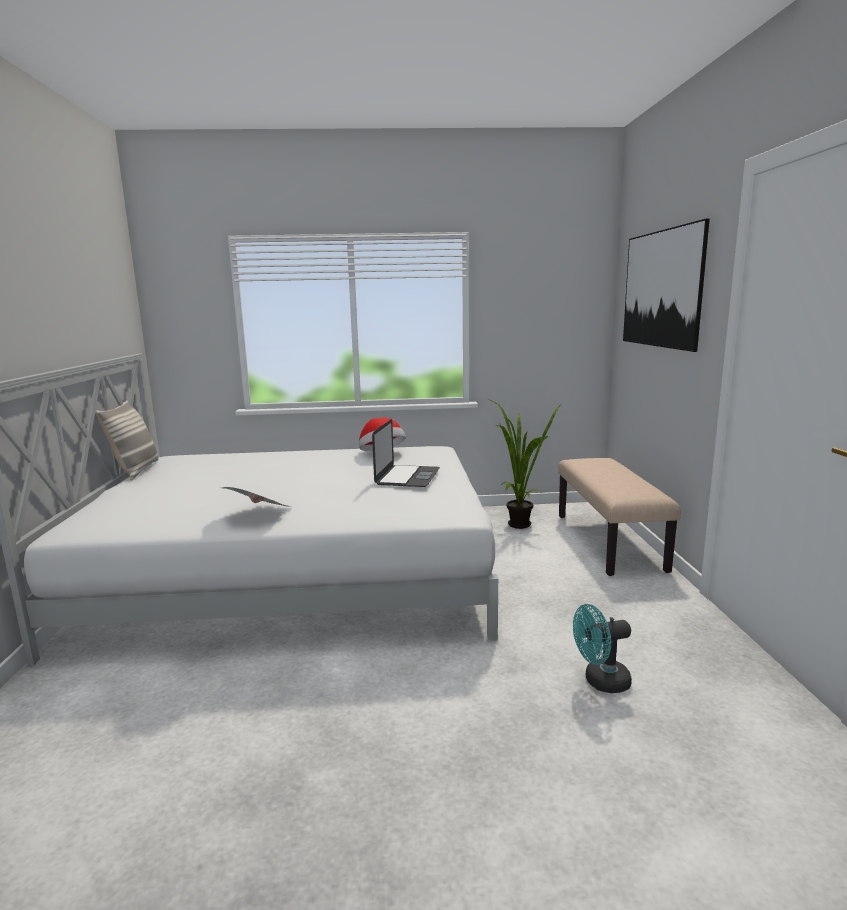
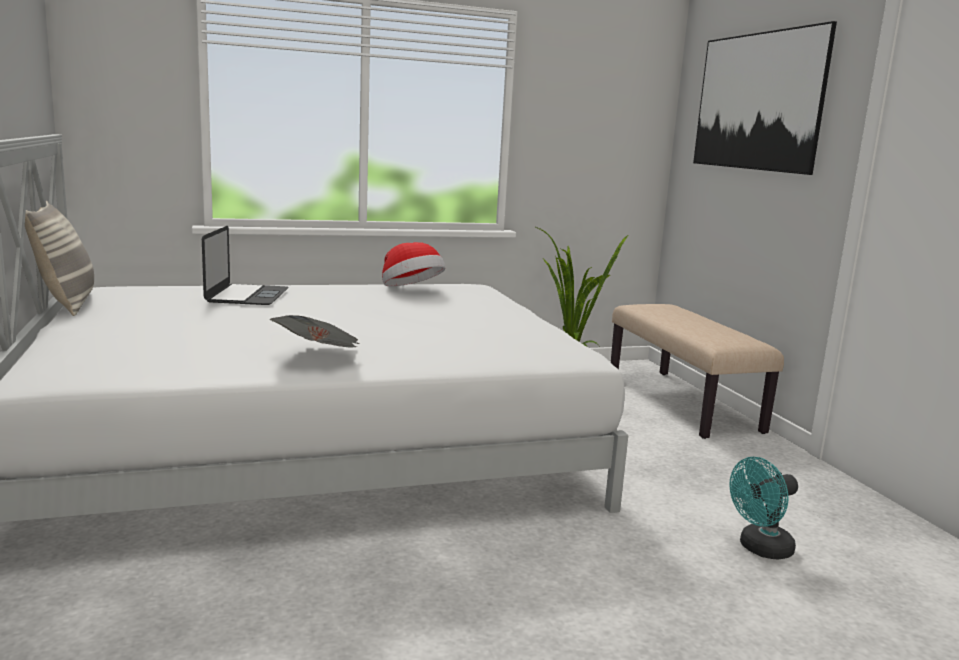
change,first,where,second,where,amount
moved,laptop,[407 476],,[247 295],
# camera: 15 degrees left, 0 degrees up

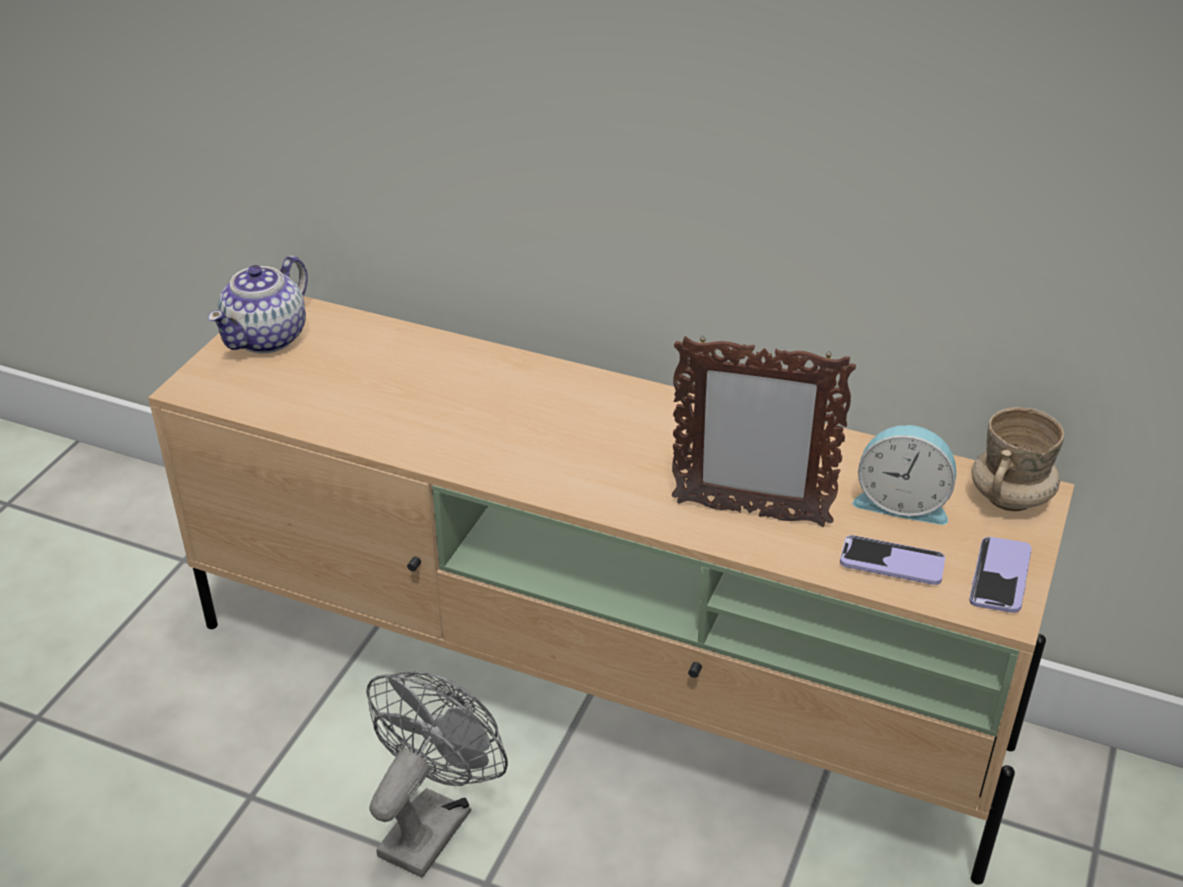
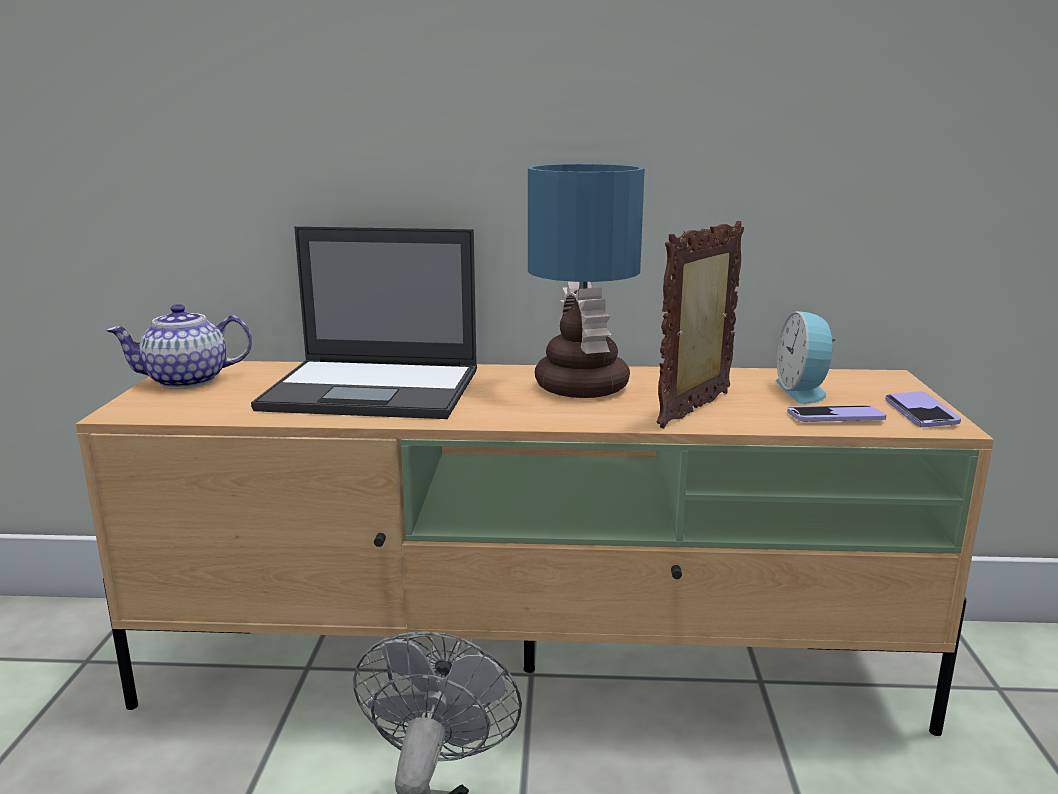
change,first,where,second,where,amount
turned,imbryk,[268 337],,[188 381],60 degrees clockwise
turned,ramka na zdjęcie,[749 513],,[696 410],135 degrees clockwise
turned,budzik,[902 502],,[803 391],90 degrees clockwise
removed,kubek (beżowy),[1010 498],,,
added,,,laptop,[375 390],
added,,,lampa stołowa,[578 385],
# camera: 20 degrees left, 20 degrees down

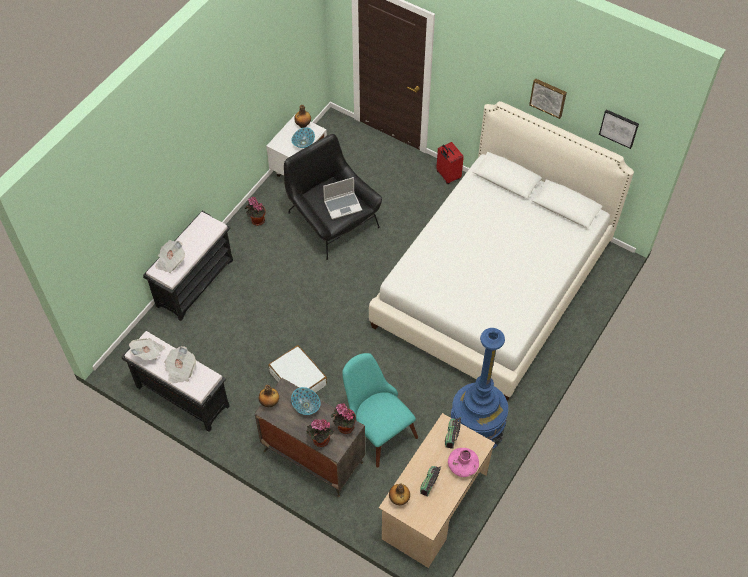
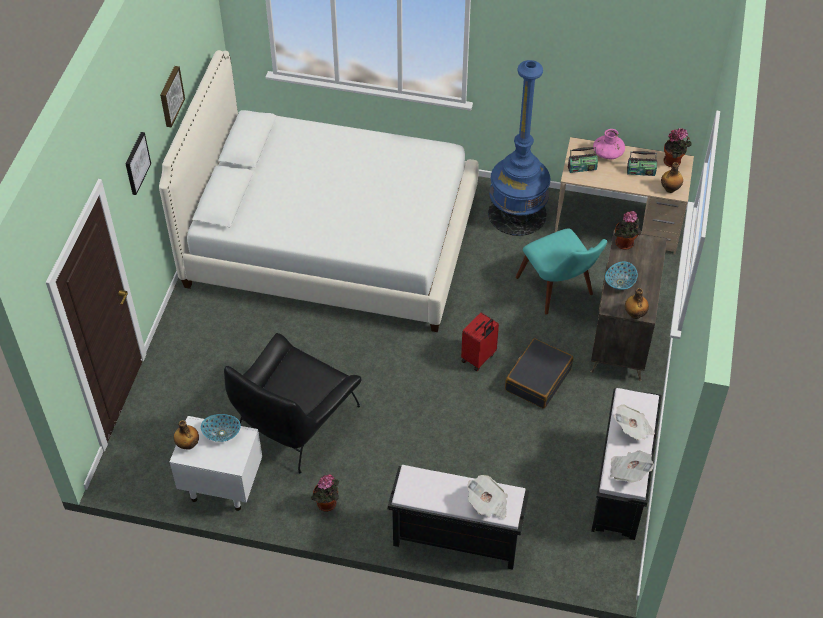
change,first,where,second,where,amount
recoloured,walizka (biały),[298 378],walizka (czarny),[537 379],
moved,roślina doniczkowa,[320 441],,[673 162],
removed,laptop,[343 205],,,
turned,krzesło (turkusowy),[376 428],,[560 292],60 degrees counterclockwise
moved,walizka (czerwony),[447 176],,[479 358],
moved,obraz,[619 128],,[136 163],
# camera: 110 degrees left, 5 degrees down

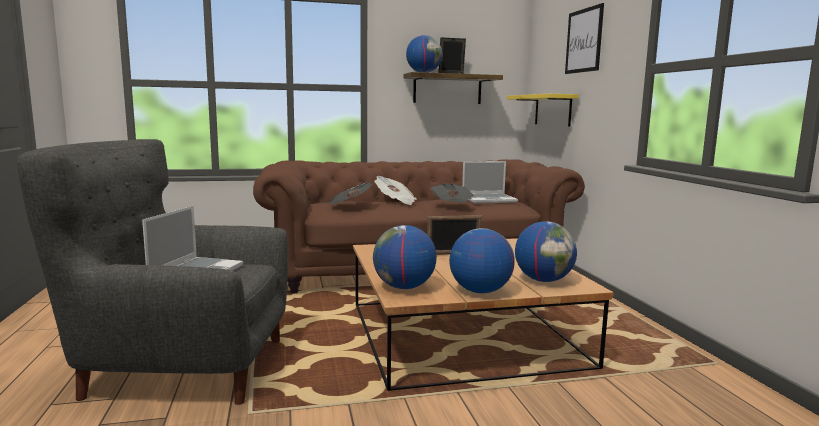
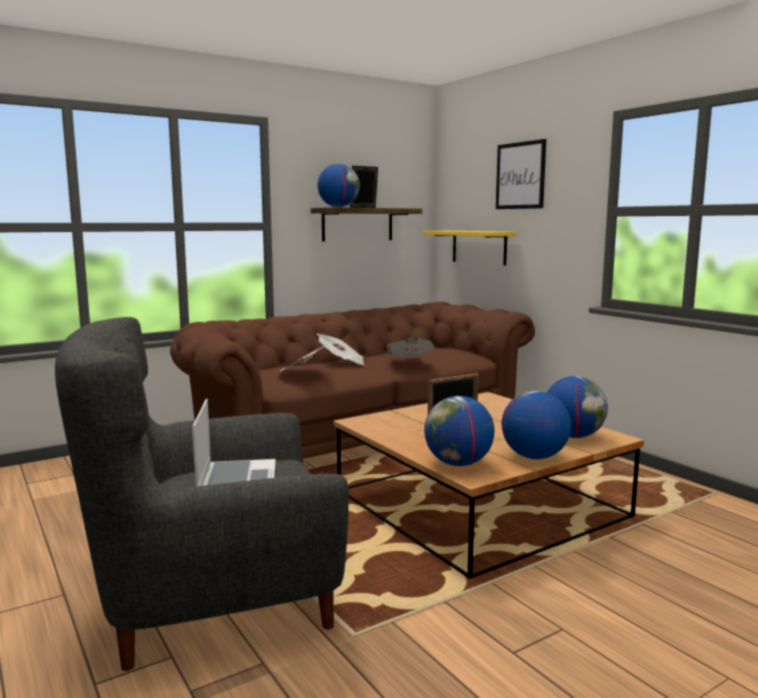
change,first,where,second,where,amount
removed,laptop,[489 199],,,
# camera: 20 degrees left, 0 degrees up

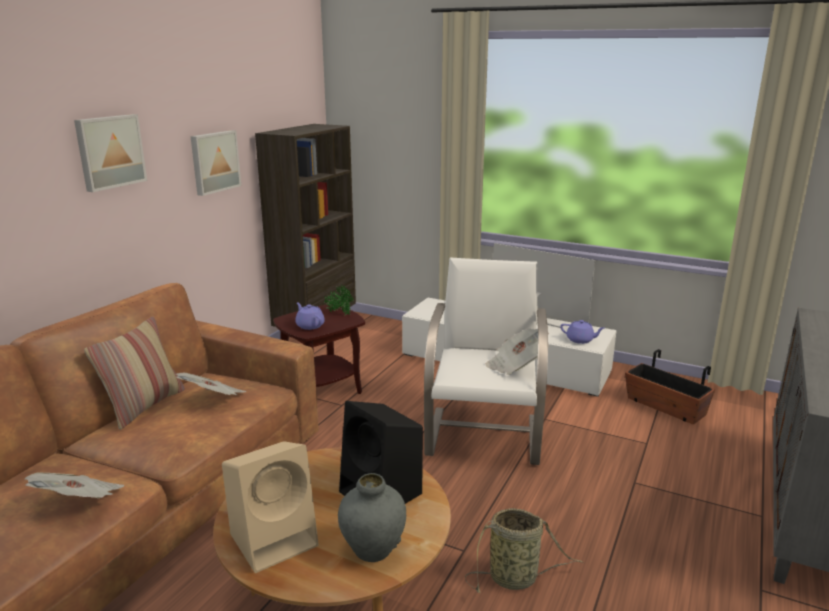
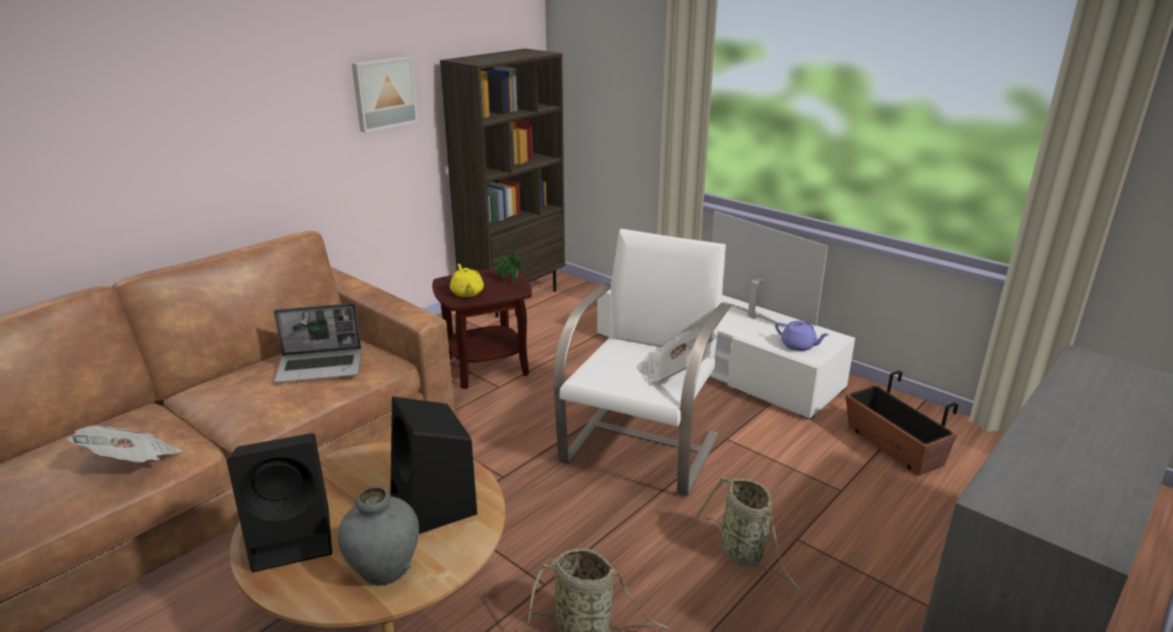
change,first,where,second,where,amount
removed,obraz,[109 151],,,
removed,poduszka,[144 406],,,
replaced,gazeta,[213 399],laptop,[321 367],
recoloured,głośnik (beżowy),[276 538],głośnik (czarny),[295 537],
recoloured,imbryk (fioletowy),[309 325],imbryk (żółty),[467 292],
added,,,koszyk,[744 555],
# camera: 15 degrees right, 5 degrees up

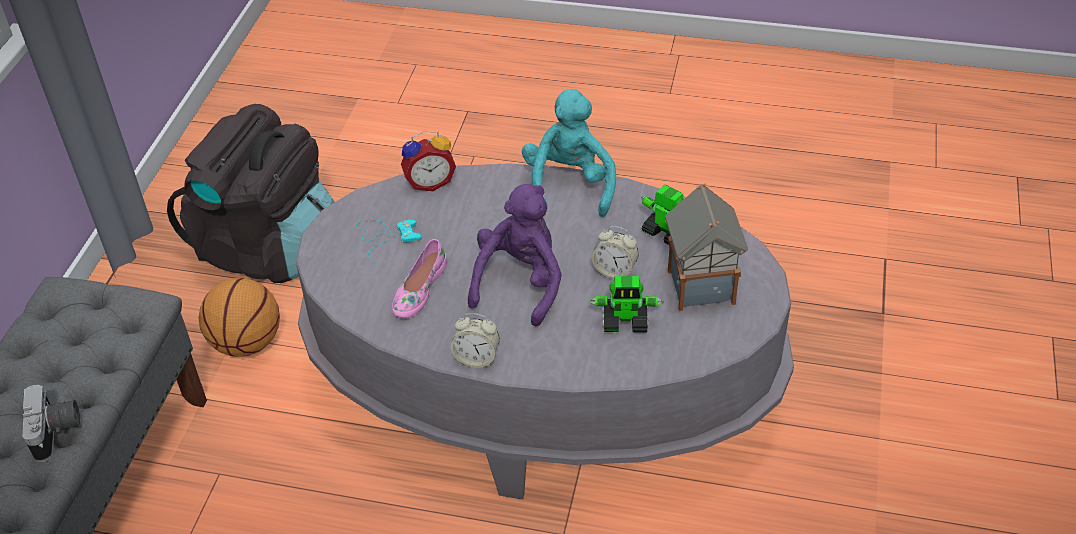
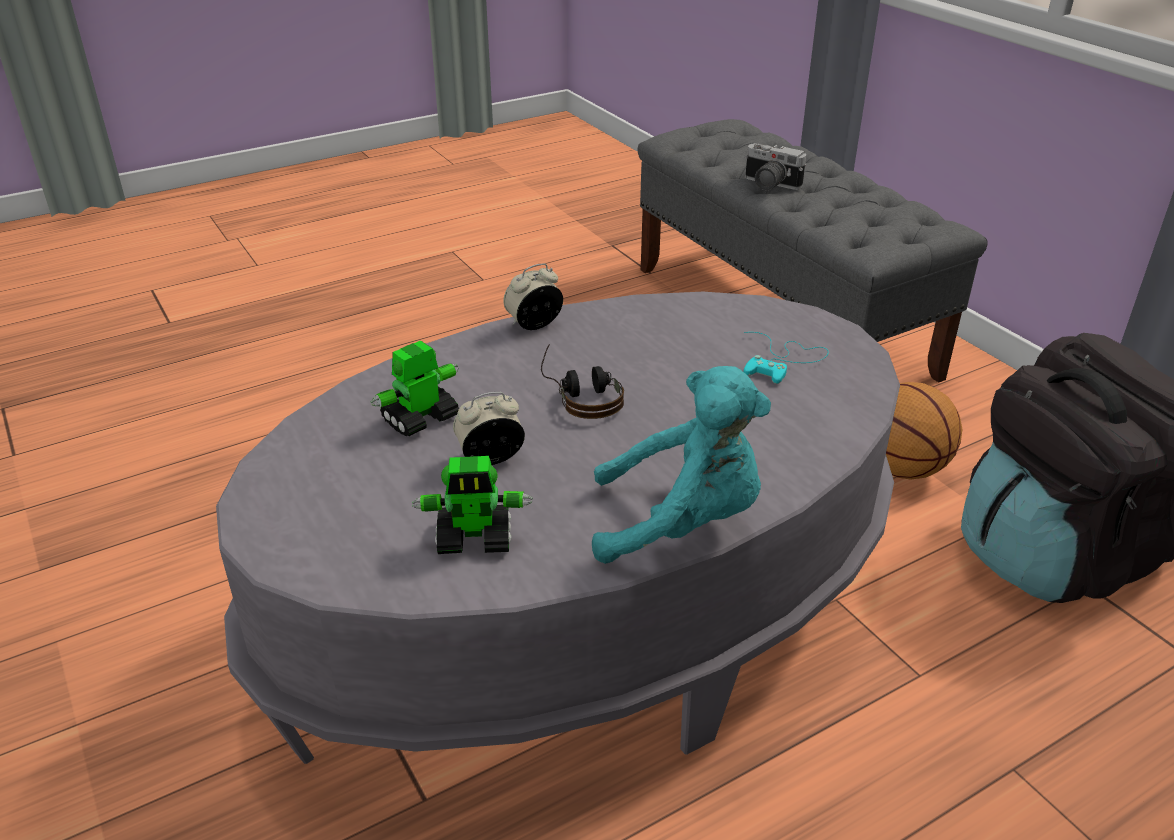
change,first,where,second,where,amount
removed,but (różowy),[418 289],,,
removed,budzik,[429 182],,,
replaced,pluszak (fioletowy),[520 283],słuchawki,[581 394],
turned,pluszak (turkusowy),[569 186],,[682 523],45 degrees counterclockwise
removed,domek,[700 285],,,
# camera: 135 degrees right, 10 degrees down

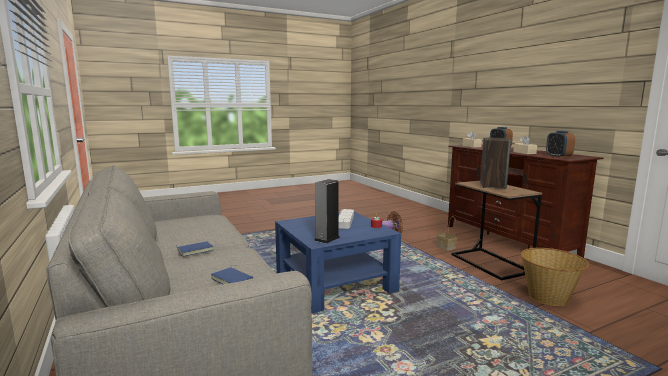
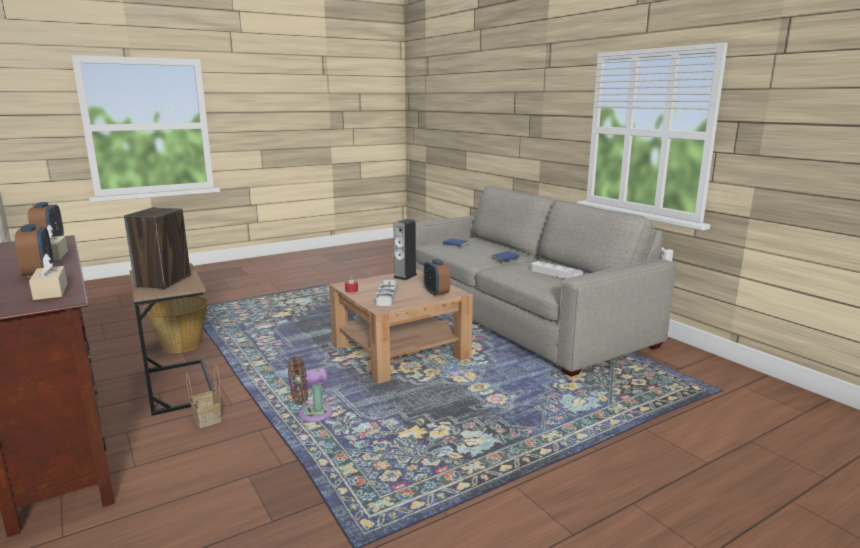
change,first,where,second,where,amount
recoloured,ława (niebieski),[335 283],ława (brązowy),[399 351],
added,,,budzik,[436 293],
added,,,taca (szary),[556 274],
# camera: 175 degrees right, 5 degrees up

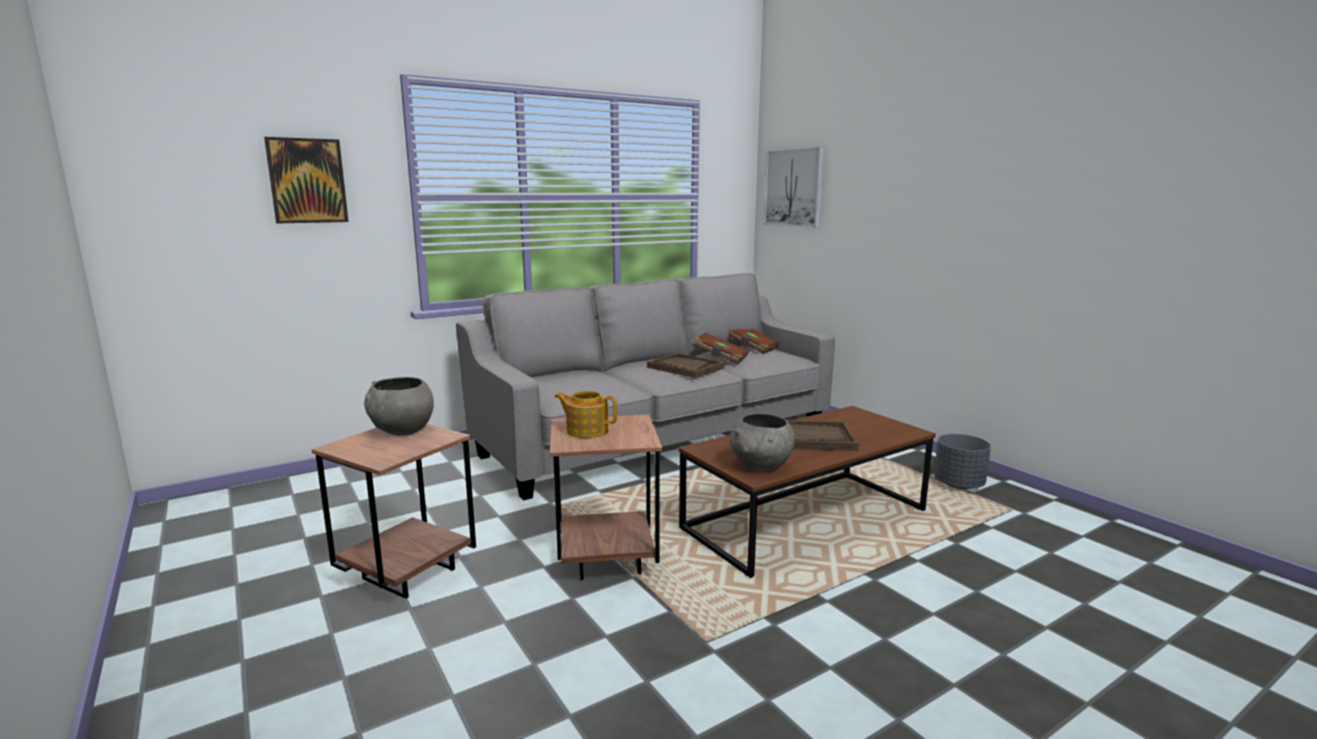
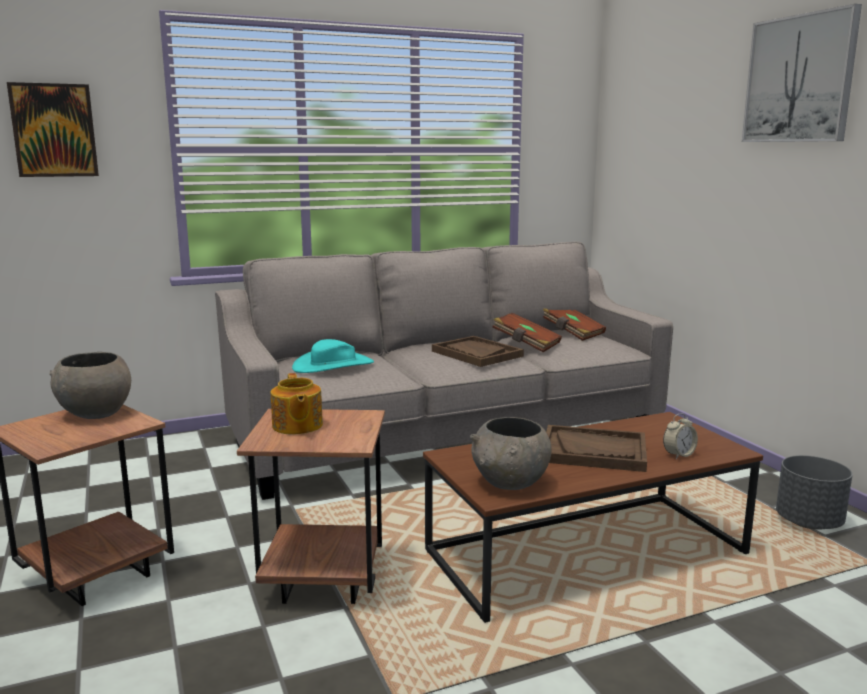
change,first,where,second,where,amount
turned,imbryk,[586 430],,[297 426],135 degrees counterclockwise
moved,obraz,[794 188],,[799 79],
added,,,kapelusz (turkusowy),[333 365],
added,,,budzik,[679 455],
# camera: 10 degrees right, 0 degrees up

